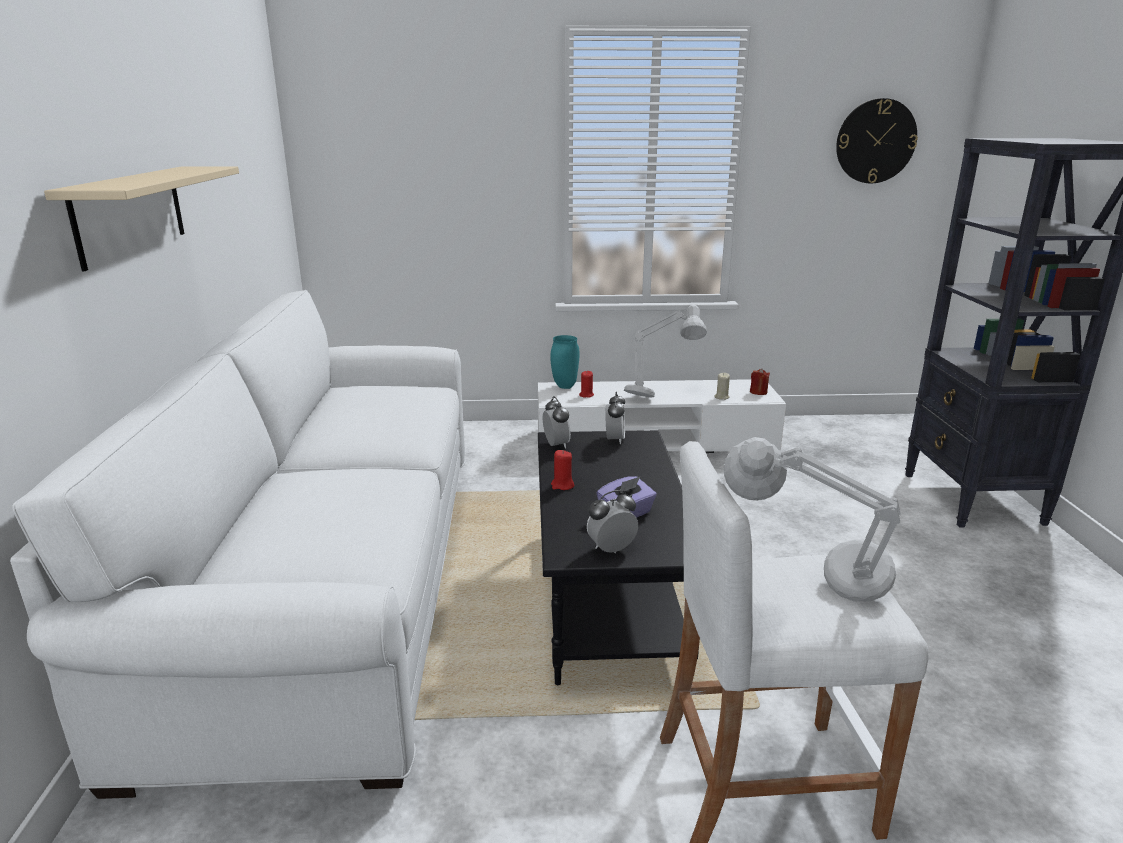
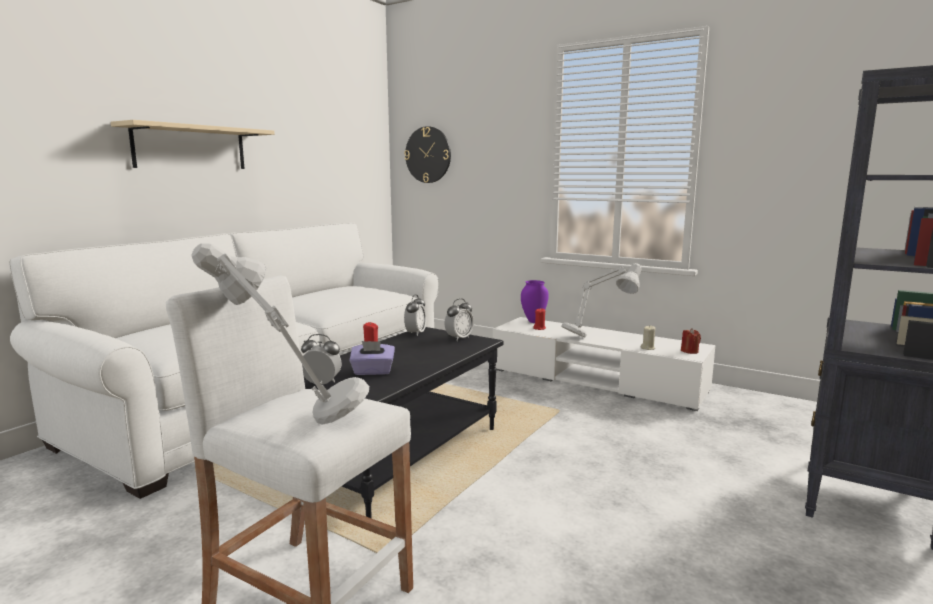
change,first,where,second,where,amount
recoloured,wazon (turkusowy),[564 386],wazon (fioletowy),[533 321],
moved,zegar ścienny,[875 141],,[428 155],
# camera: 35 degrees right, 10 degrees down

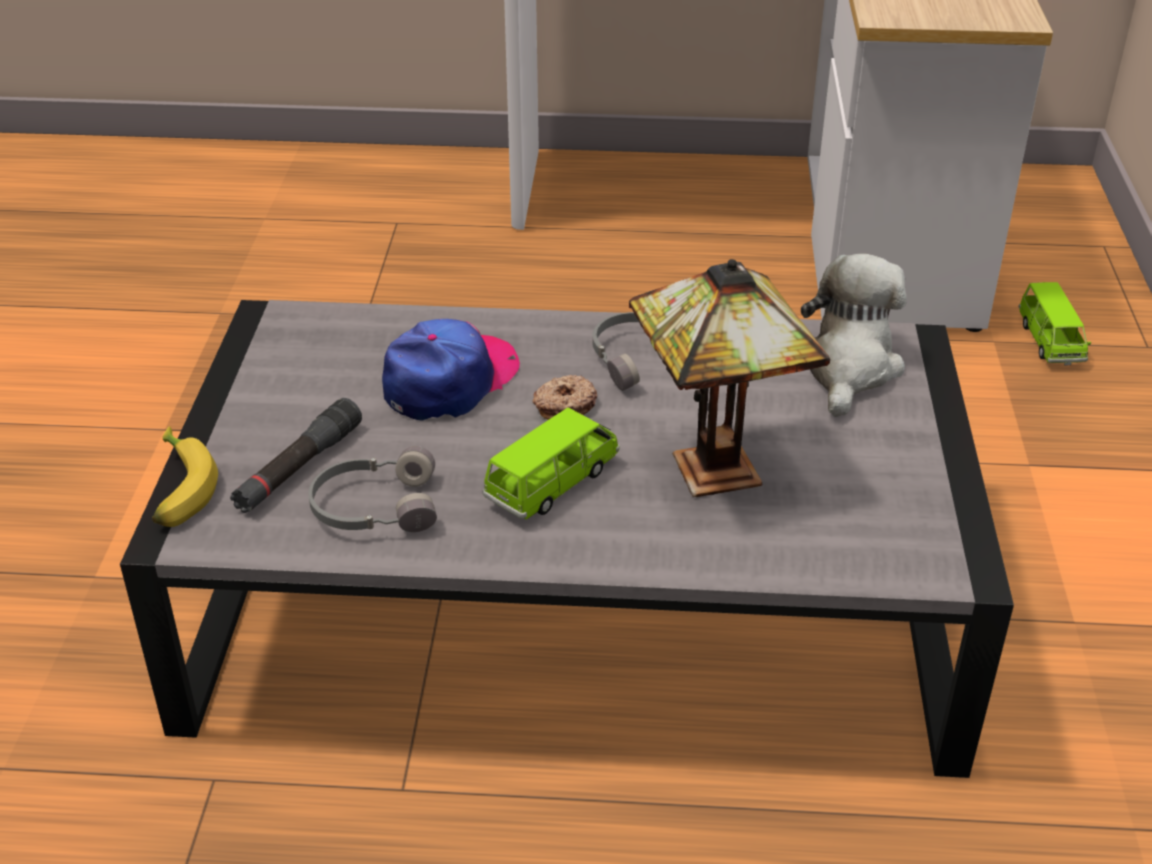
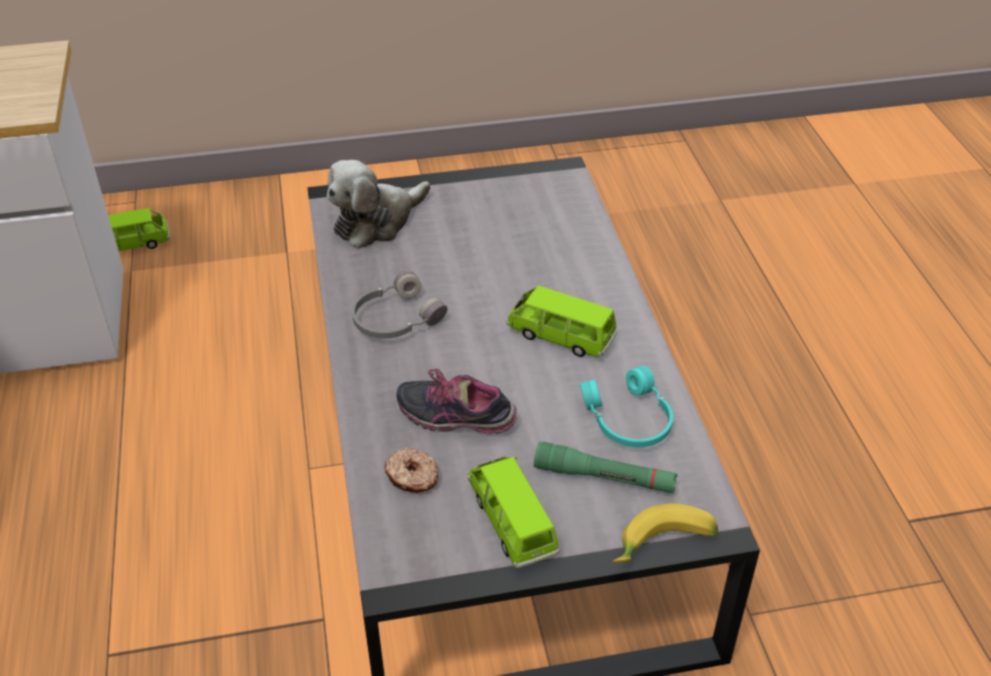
change,first,where,second,where,amount
recoloured,latarka (czarny),[298 468],latarka (zielony),[604 477],
recoloured,słuchawki (szary),[374 507],słuchawki (turkusowy),[627 420],
replaced,czapka z daszkiem,[450 381],but,[457 418],
moved,donut,[564 405],,[412 477],
removed,lampa stołowa,[710 466],,,
turned,pluszak,[849 369],,[376 222],45 degrees counterclockwise
added,,,samochodzik (zielony),[512 522],
# camera: 105 degrees left, 5 degrees up

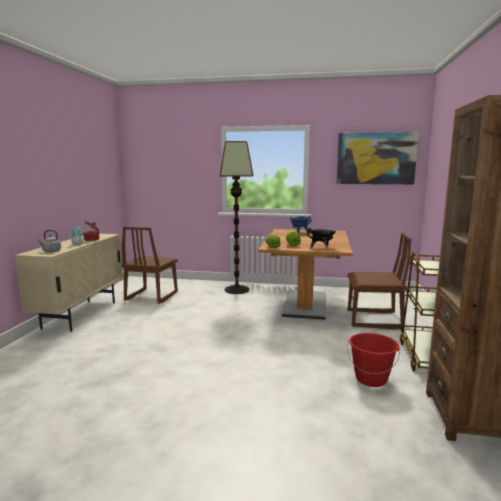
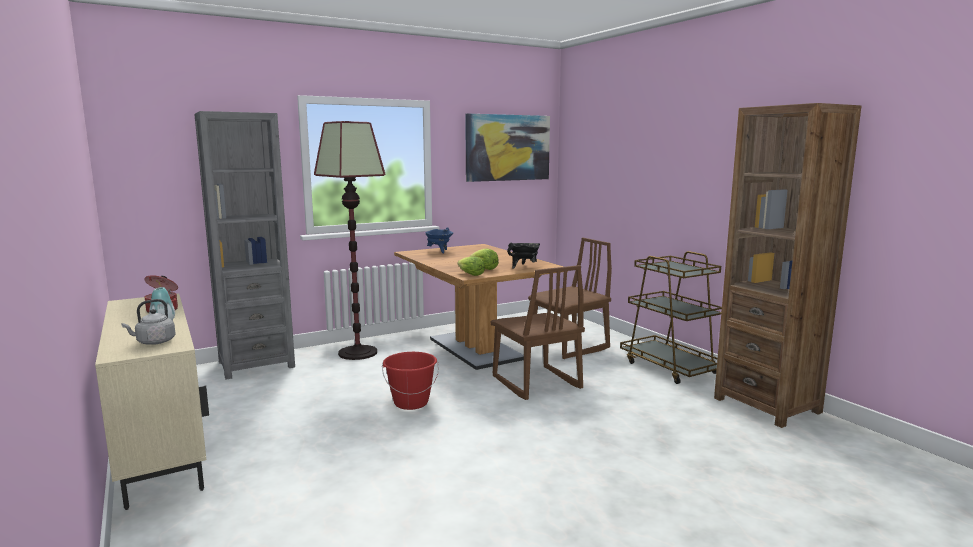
change,first,where,second,where,amount
moved,krzesło (brązowy),[151 296],,[535 383],
moved,wiadro (czerwony),[371 379],,[411 402],
added,,,regał (szary),[256 364],
# camera: 40 degrees left, 0 degrees up

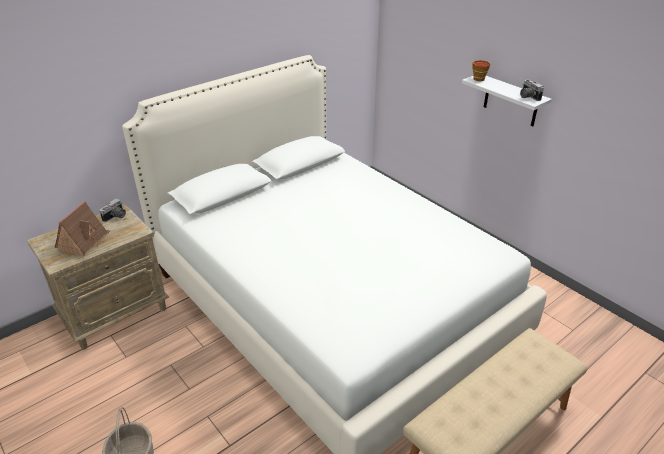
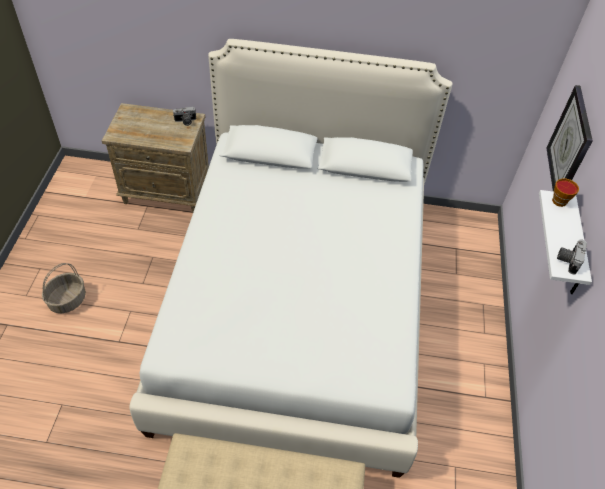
change,first,where,second,where,amount
removed,domek,[84 241],,,
added,,,zegar ścienny,[569 145],
# camera: 45 degrees right, 15 degrees up

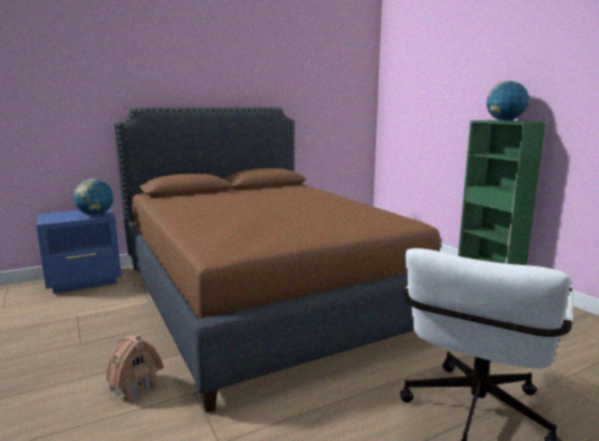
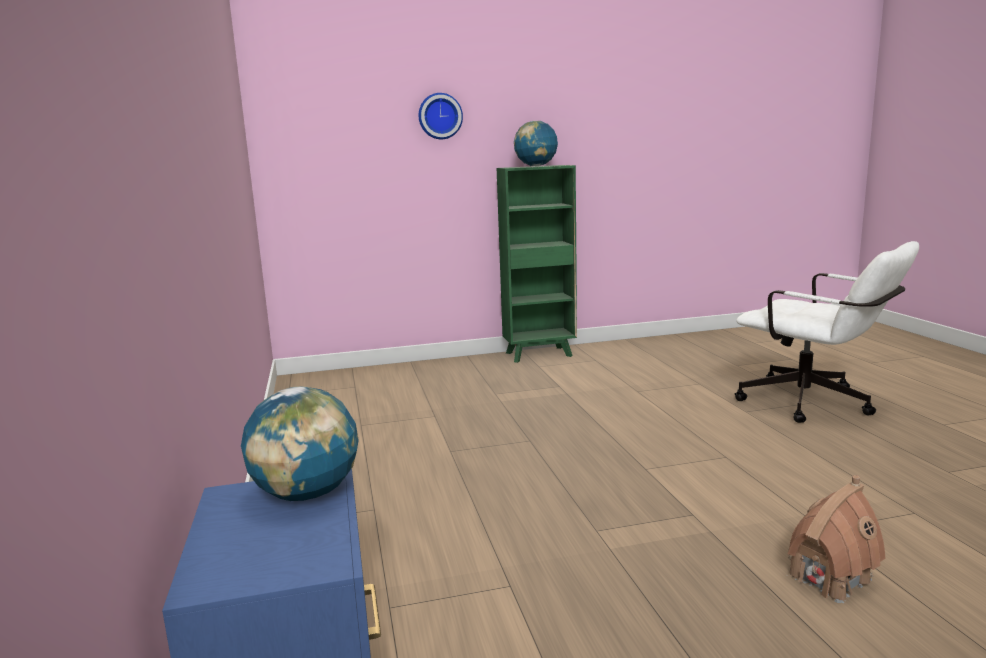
change,first,where,second,where,amount
removed,łóżko (brązowy),[263 296],,,
added,,,zegar ścienny,[440 116],
# camera: 75 degrees left, 0 degrees up

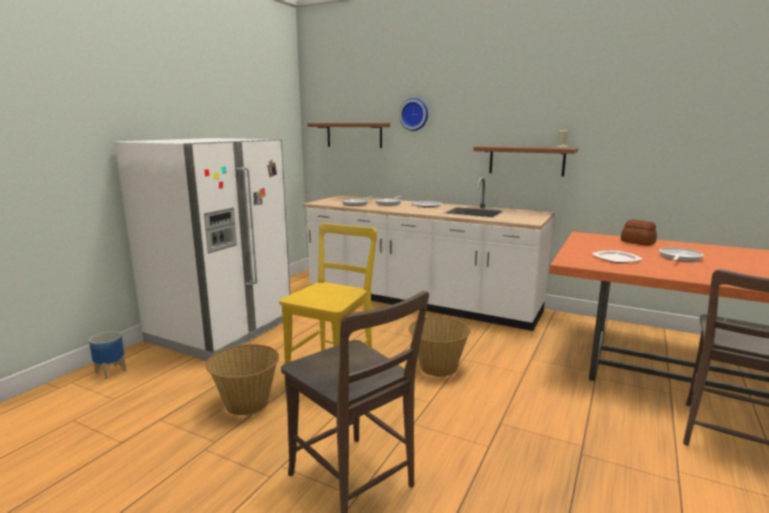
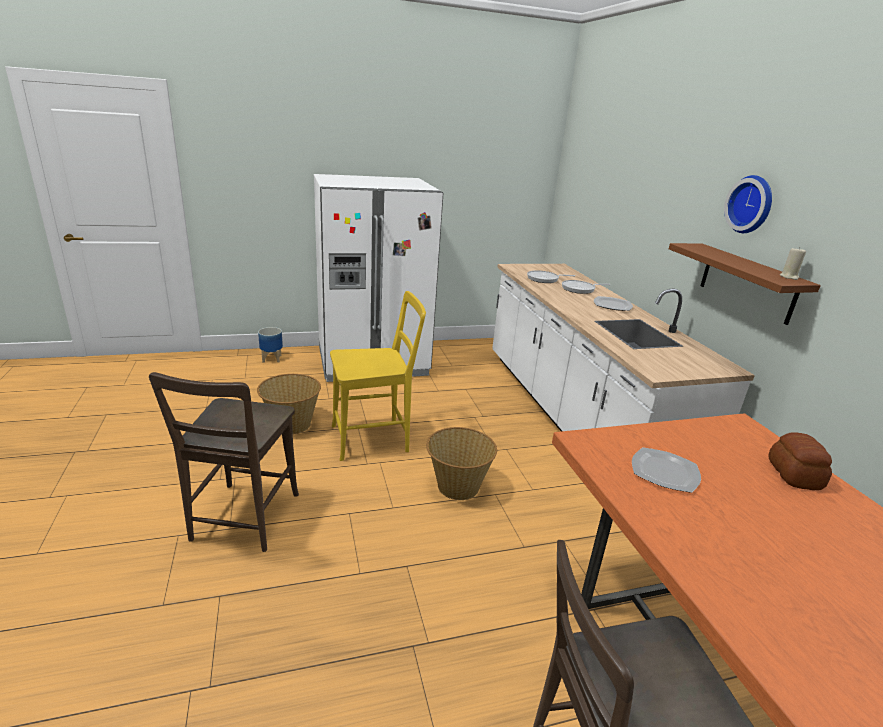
change,first,where,second,where,amount
removed,półka (brązowy),[354 135],,,
moved,zegar ścienny,[414 114],,[751 204],
removed,patelnia,[679 258],,,
# camera: 45 degrees right, 10 degrees up

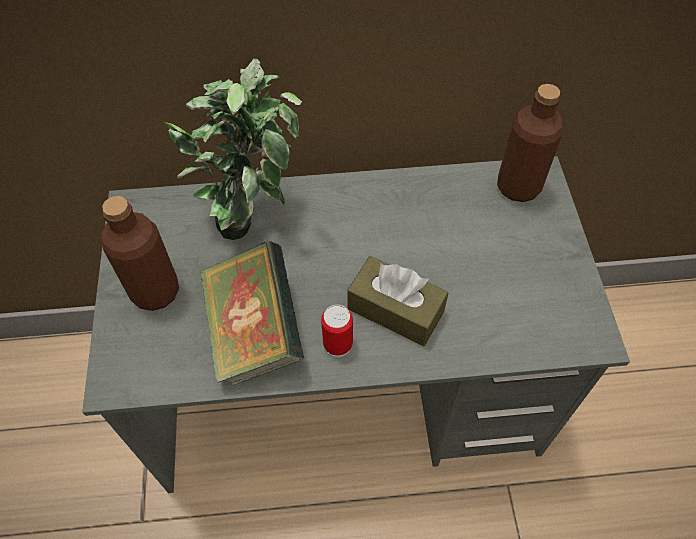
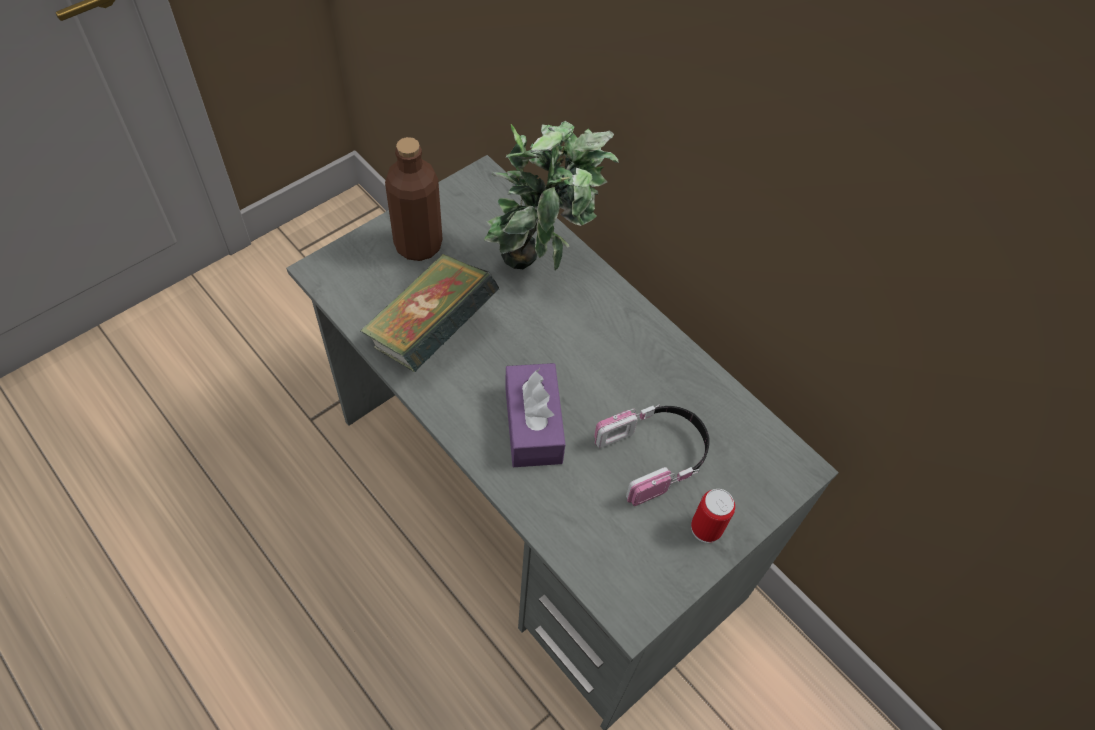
change,first,where,second,where,amount
moved,puszka,[338 344],,[706 528],
recoloured,pudełko chusteczek (brązowy),[395 310],pudełko chusteczek (fioletowy),[533 424],
removed,butelka (brązowy),[518 187],,,
added,,,słuchawki,[655 455],
# camera: 50 degrees right, 0 degrees up

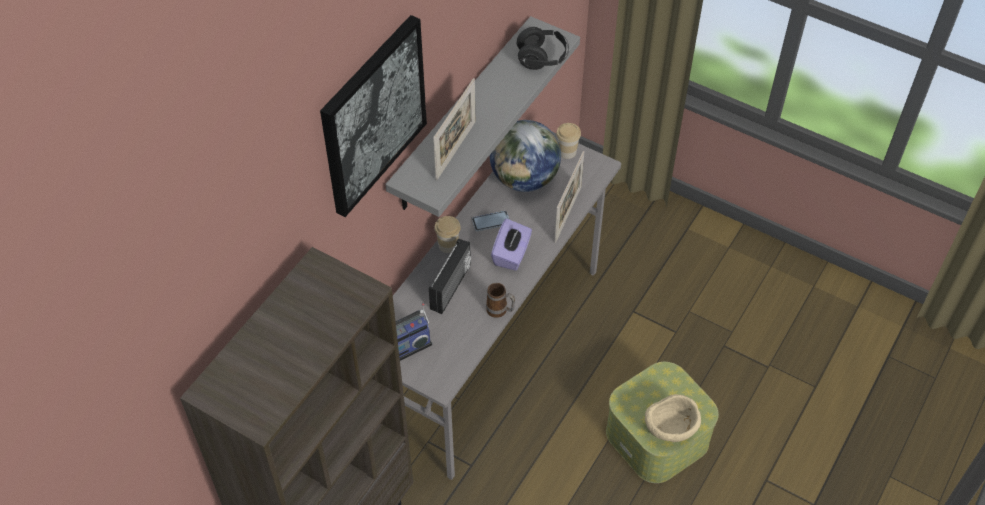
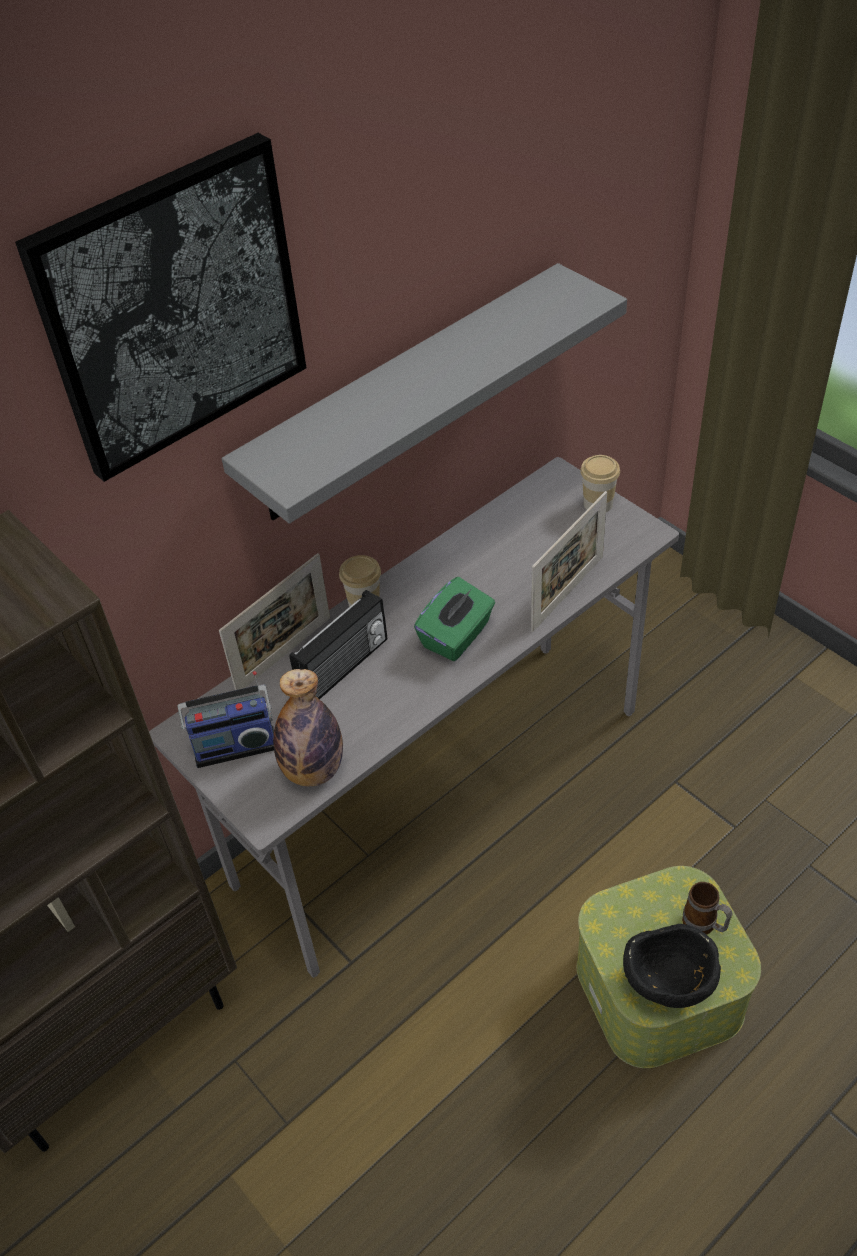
change,first,where,second,where,amount
moved,ramka na zdjęcie,[455 150],,[284 654],
removed,telefon,[491 221],,,
moved,kubek,[500 311],,[704 926],
removed,globus,[524 179],,,
recoloured,pudełko chusteczek (fioletowy),[511 254],pudełko chusteczek (zielony),[456 636],
removed,słuchawki (czarny),[542 58],,,
recoloured,miska (beżowy),[669 431],miska (czarny),[667 985],
added,,,butelka,[313 770],
# camera: 20 degrees right, 5 degrees down

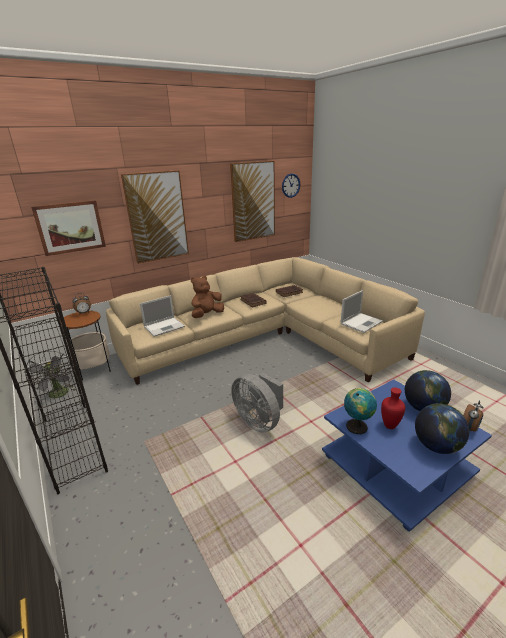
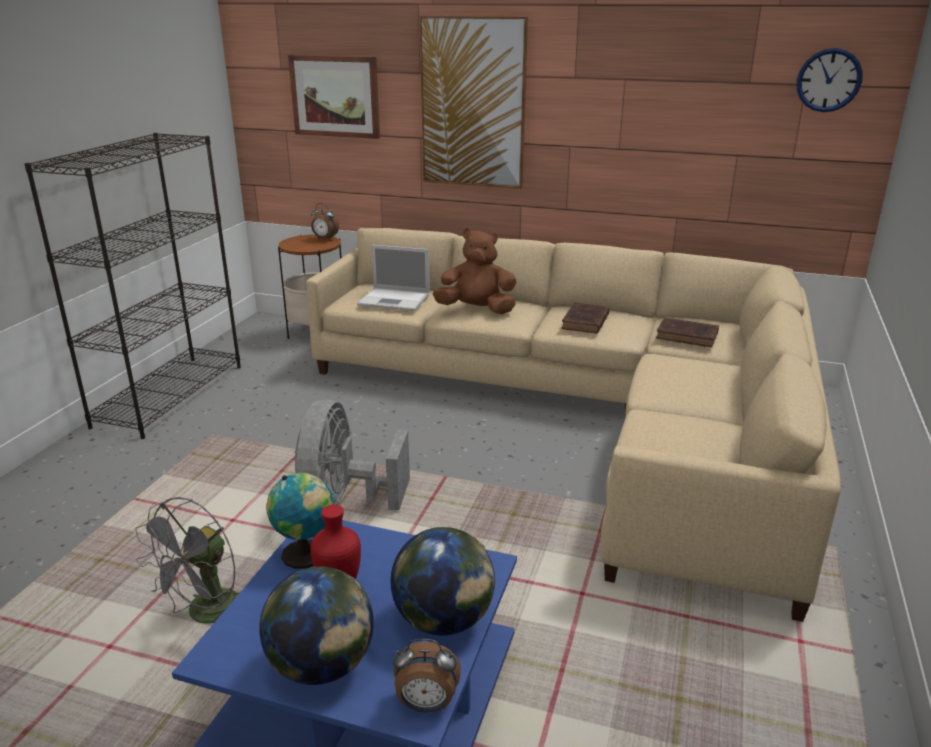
change,first,where,second,where,amount
moved,wentylator (szary),[59 395],,[207 615],
removed,obraz,[253 201],,,
removed,laptop,[361 322],,,
# camera: 50 degrees right, 0 degrees up

